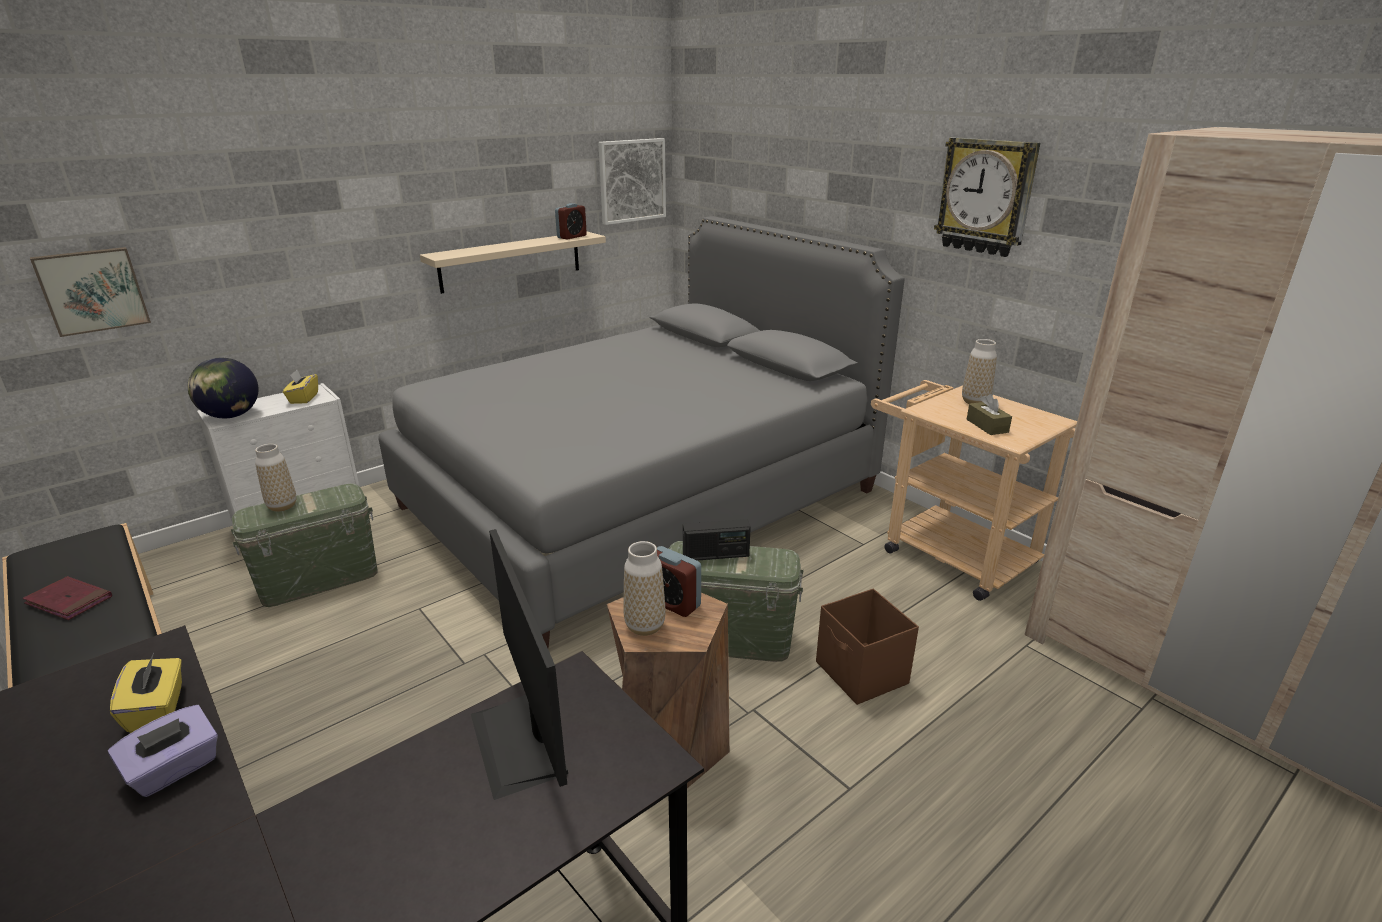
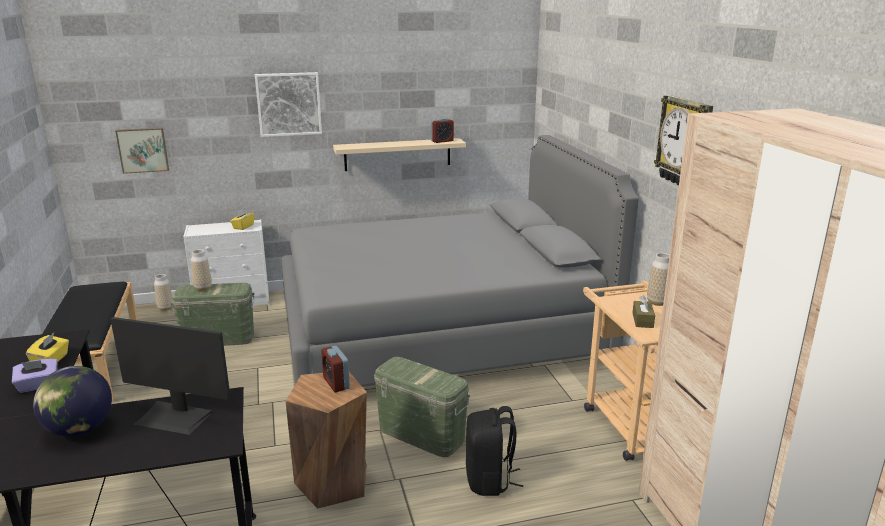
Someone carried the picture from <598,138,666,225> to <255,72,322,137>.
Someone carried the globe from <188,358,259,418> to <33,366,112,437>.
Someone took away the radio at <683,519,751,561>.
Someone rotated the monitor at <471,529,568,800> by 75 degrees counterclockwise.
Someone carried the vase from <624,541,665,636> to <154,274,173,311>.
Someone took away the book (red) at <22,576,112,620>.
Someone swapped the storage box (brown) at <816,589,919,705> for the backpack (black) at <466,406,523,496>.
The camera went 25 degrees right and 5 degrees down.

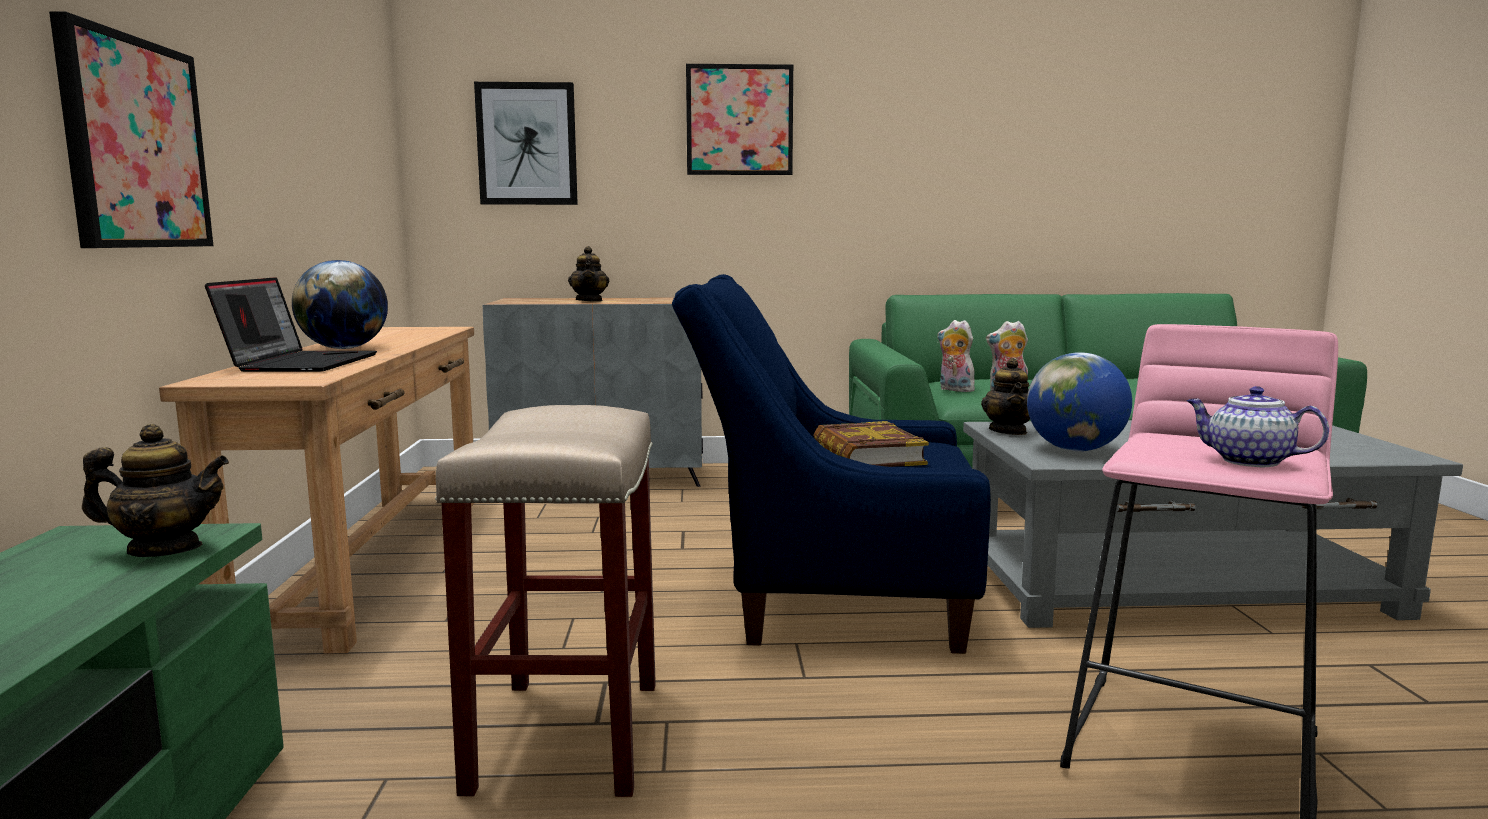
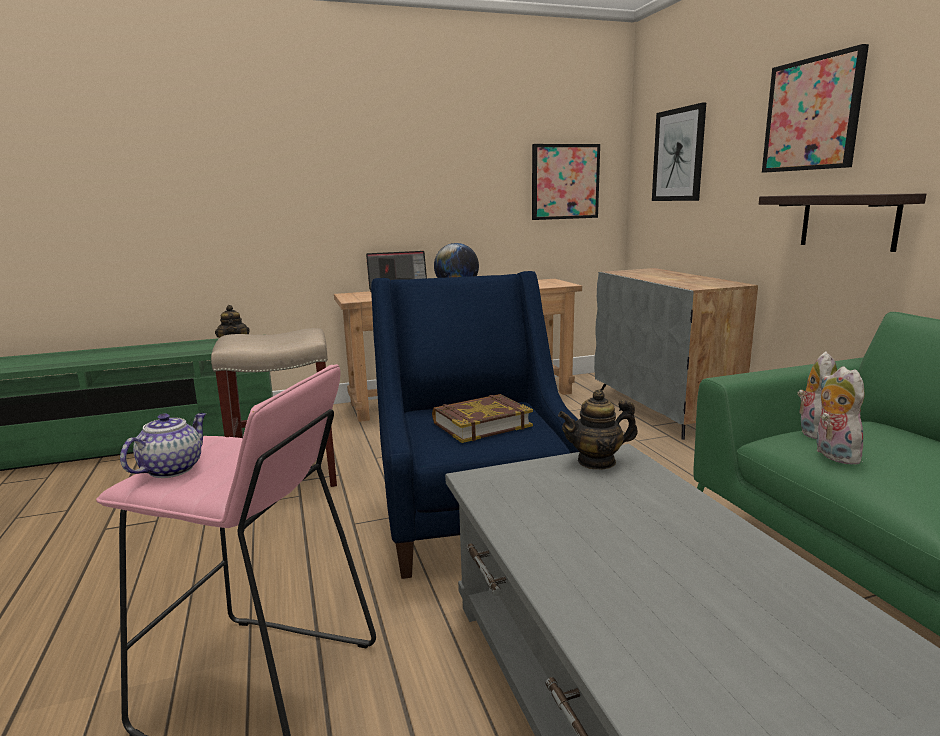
Someone carried the picture from <49,11,213,248> to <532,144,600,220>.
Someone took away the teapot at <568,246,609,302>.
Someone took away the globe at <1027,352,1132,451>.
Someone put up the shelf at <759,193,926,252>.
The camera went 75 degrees right and 5 degrees up.

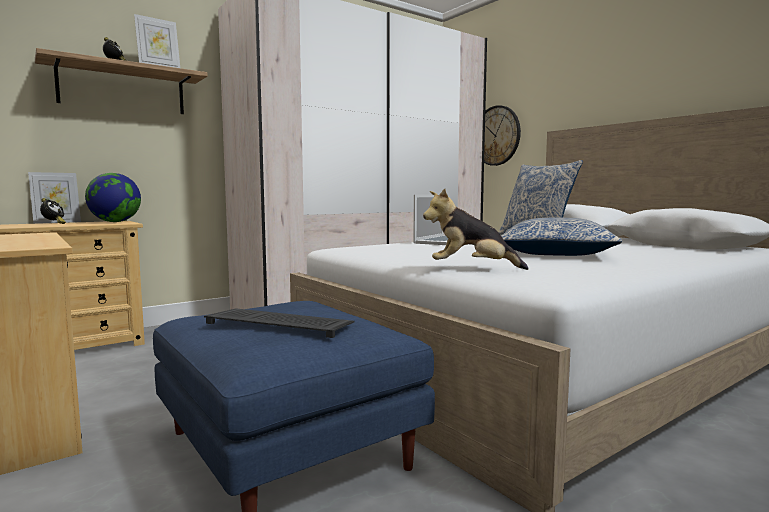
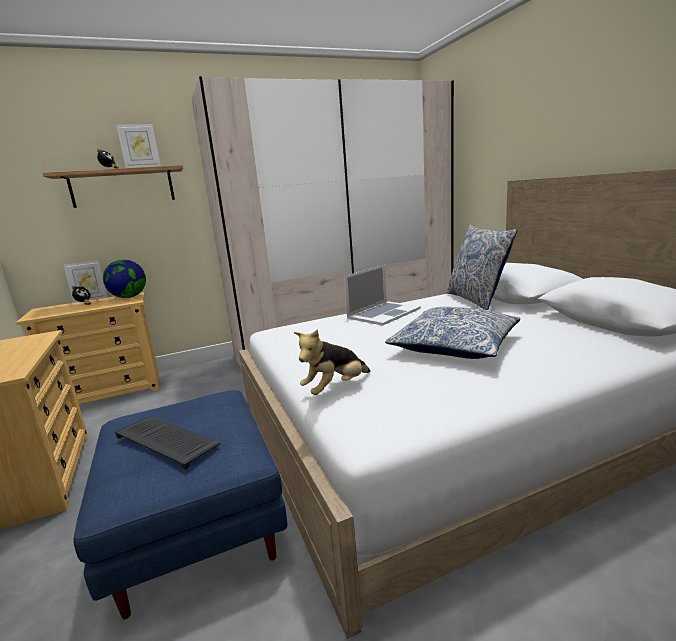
Someone took away the wall clock at <484,105,521,166>.
Someone rotated the plush toy at <423,189,529,270> by 60 degrees counterclockwise.
The camera went 15 degrees right and 10 degrees up.

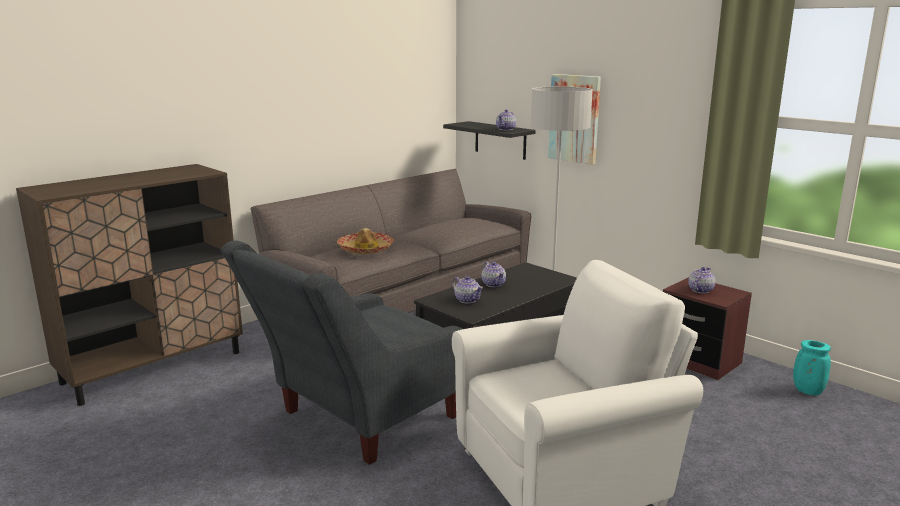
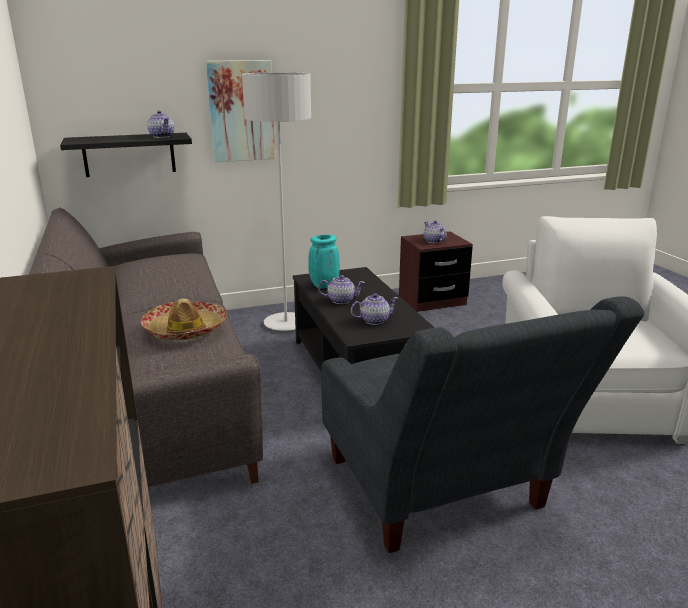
Someone carried the vase (turquoise) from <793,340,831,396> to <308,234,340,289>.
The camera went 65 degrees left and 5 degrees up.

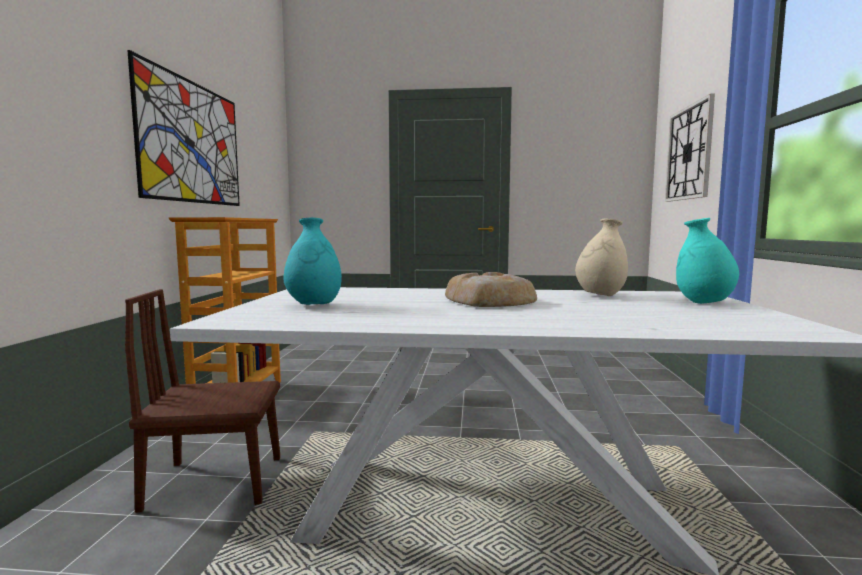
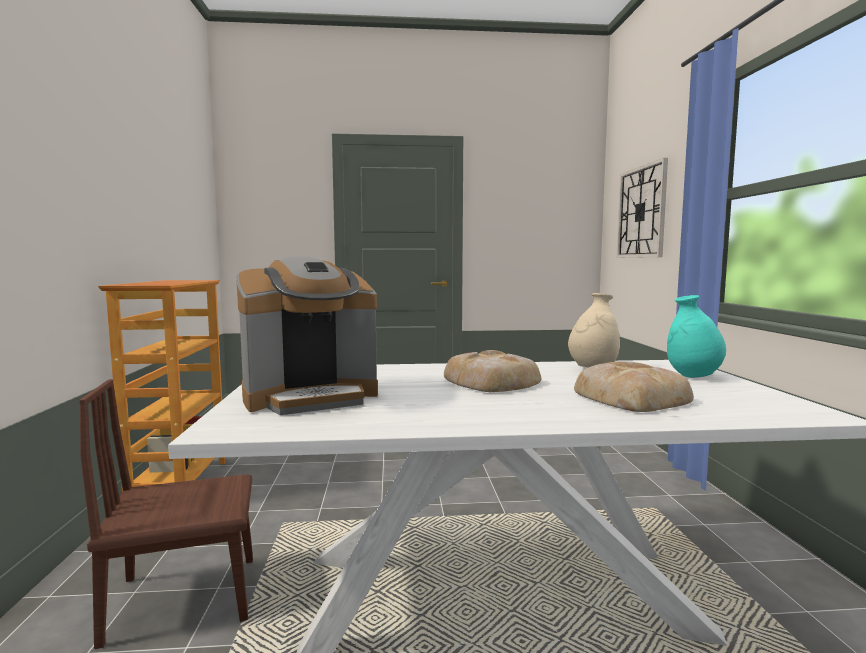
Someone took away the picture at <127,50,240,206>.
Someone swapped the vase (turquoise) at <283,217,342,305> for the coffee machine at <236,257,378,415>.
Someone put down the bread at <574,361,694,412>.
The camera went 10 degrees left and 0 degrees up.

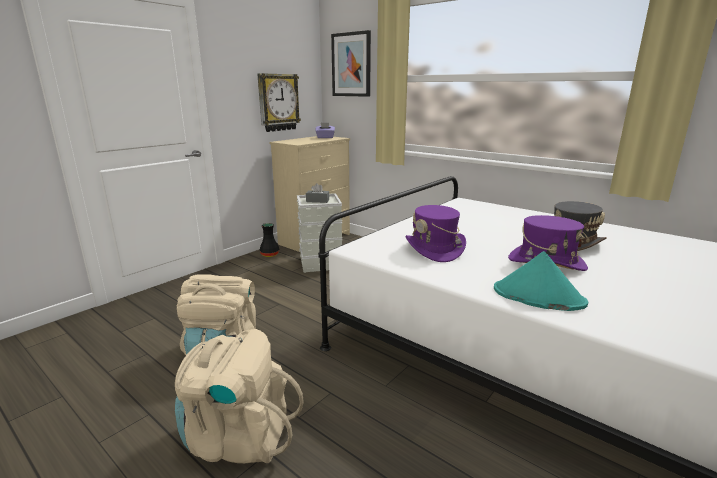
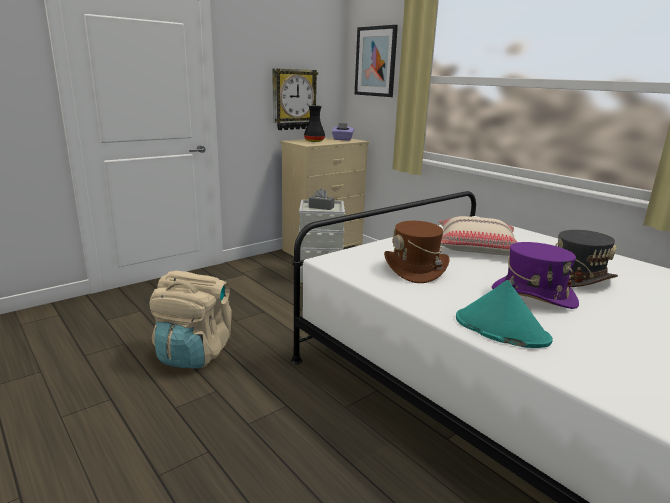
Someone repainted the hat (purple) at <405,205,466,262>, which became the hat (brown) at <384,221,450,283>.
Someone carried the vase (black) from <260,223,279,257> to <304,105,325,142>.
Someone took away the backpack (beige) at <175,329,304,463>.
Someone put down the pillow (beige) at <439,216,518,256>.
The camera went 10 degrees right and 0 degrees up.

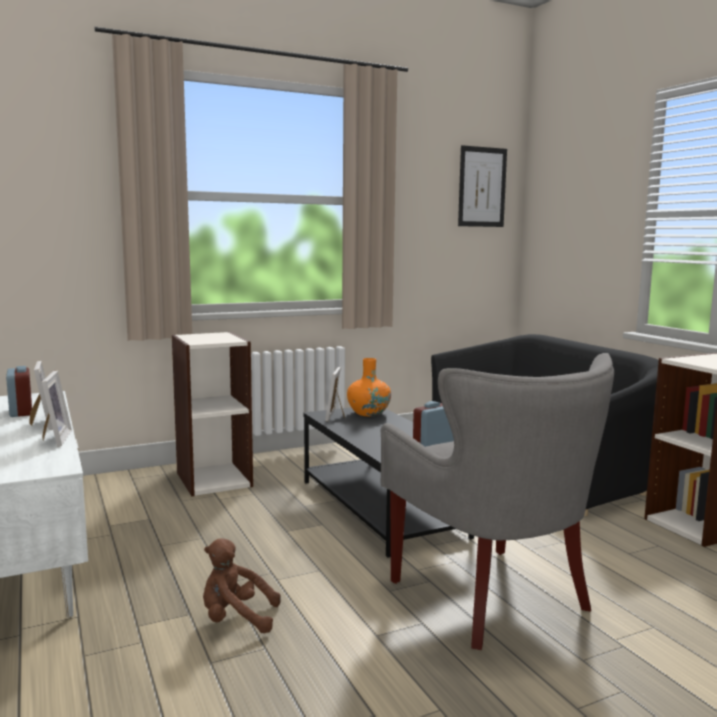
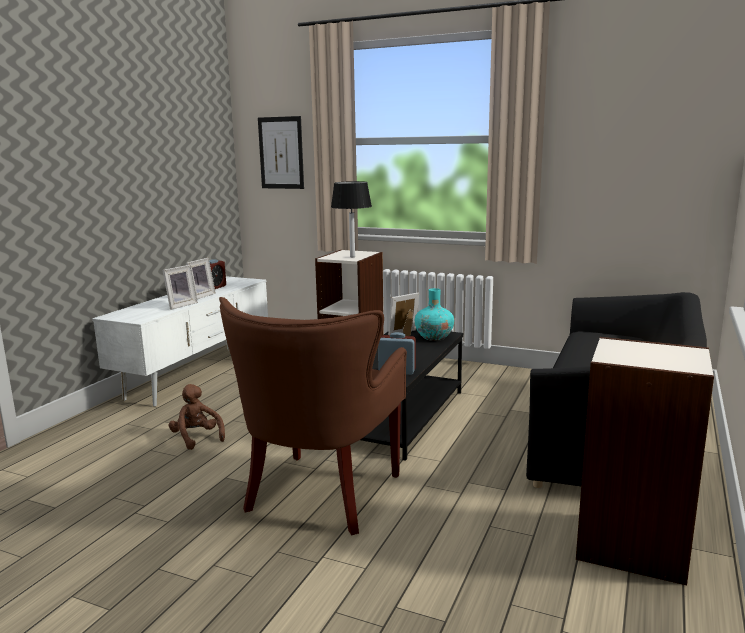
Someone carried the picture from <458,145,507,227> to <258,116,304,189>.
Someone repainted the armchair (grey) at <381,353,614,650>, which became the armchair (brown) at <219,297,407,535>.
Someone repainted the vase (orange) at <347,358,391,416>, which became the vase (turquoise) at <415,288,454,341>.
Someone put down the table lamp (black) at <331,181,372,257>.
The camera went 50 degrees right and 5 degrees up.

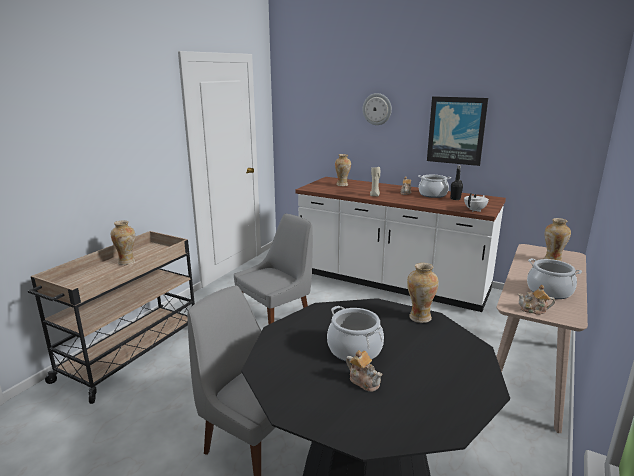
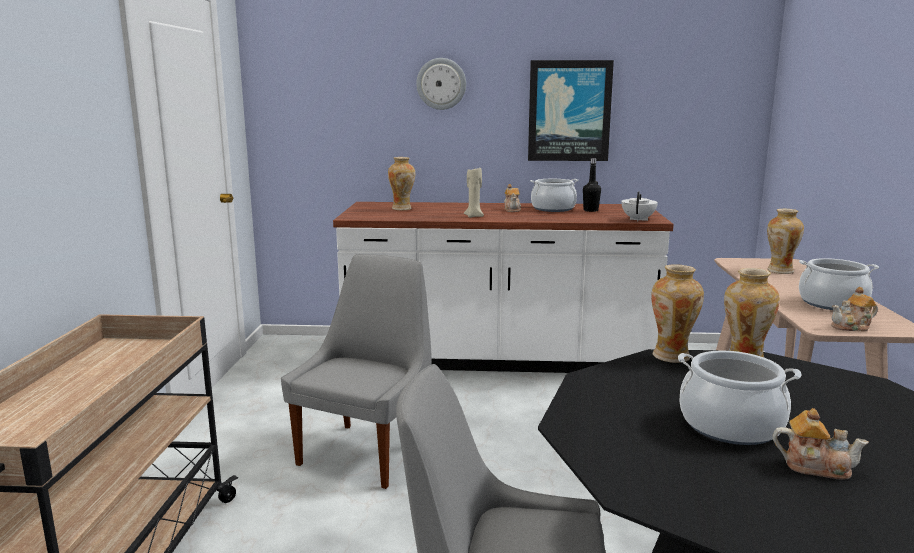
Someone carried the vase from <111,220,135,265> to <651,264,704,363>.
The camera went 25 degrees left and 5 degrees down.

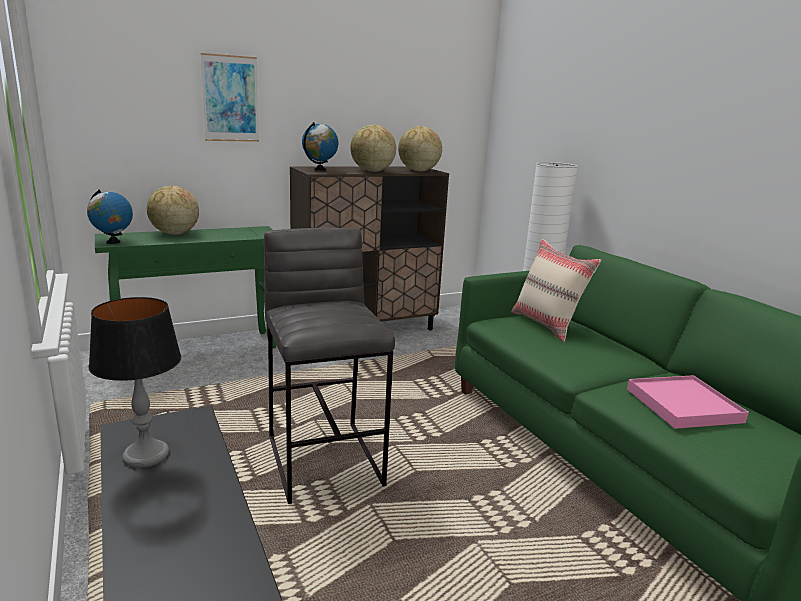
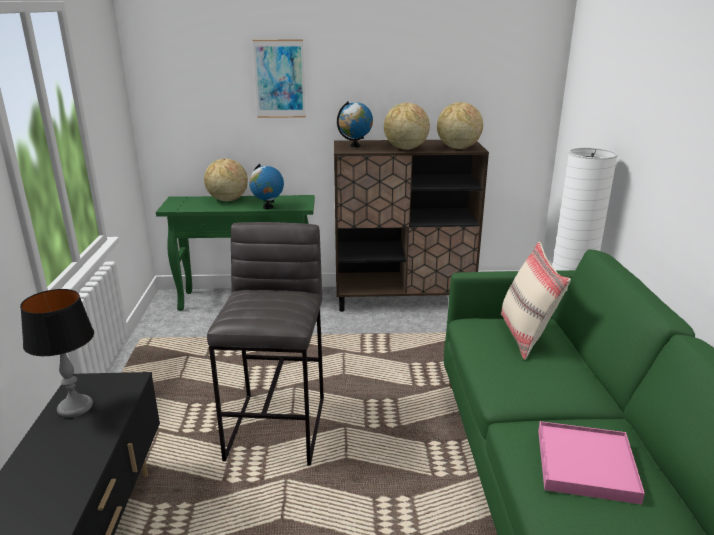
Someone carried the globe from <87,189,133,244> to <249,164,284,209>.
The camera went 25 degrees right and 5 degrees up.

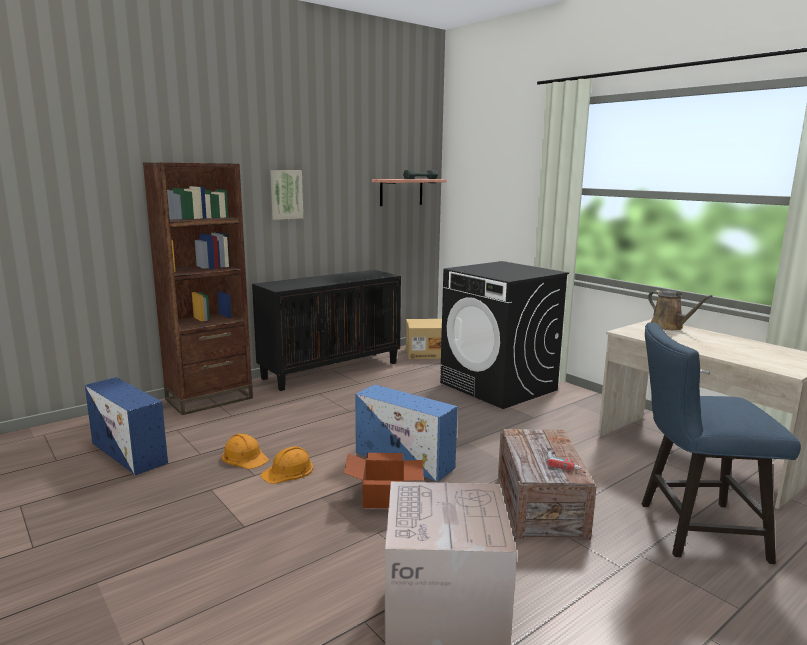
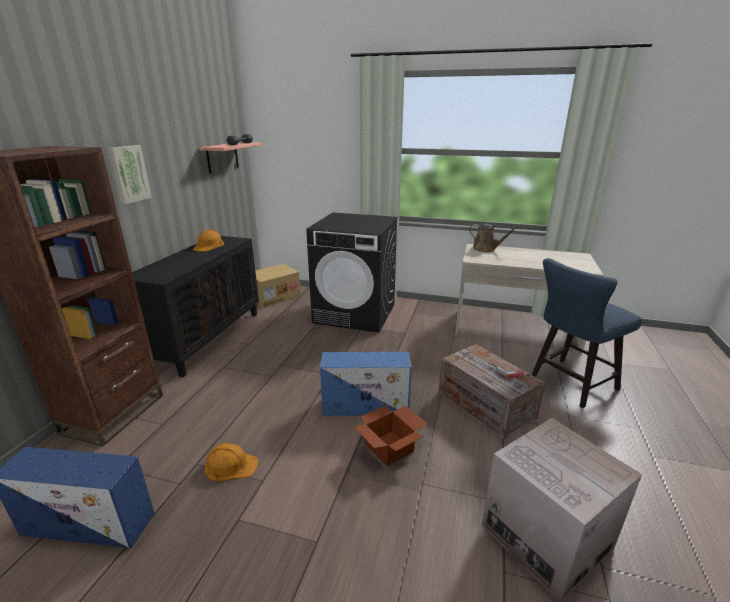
Someone carried the hard hat (orange) from <260,446,313,484> to <193,229,224,251>.
The camera went 35 degrees left and 10 degrees up.

